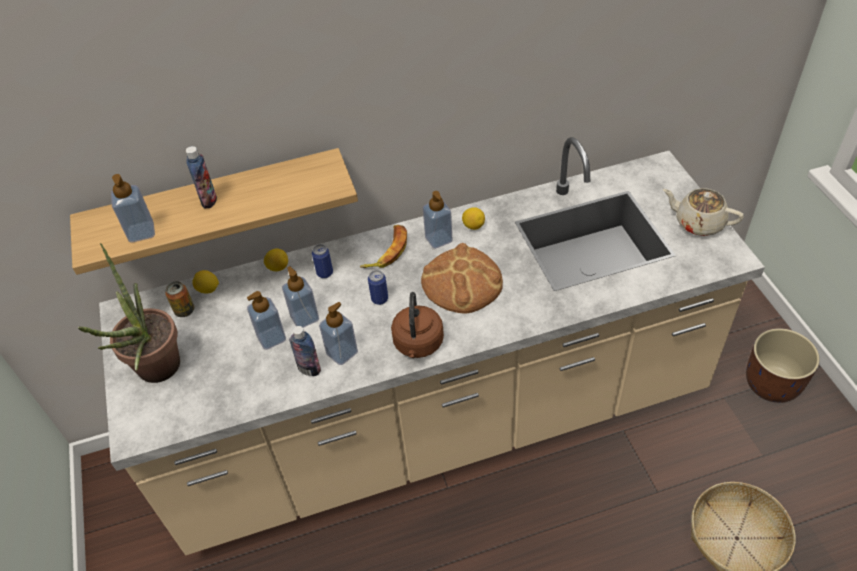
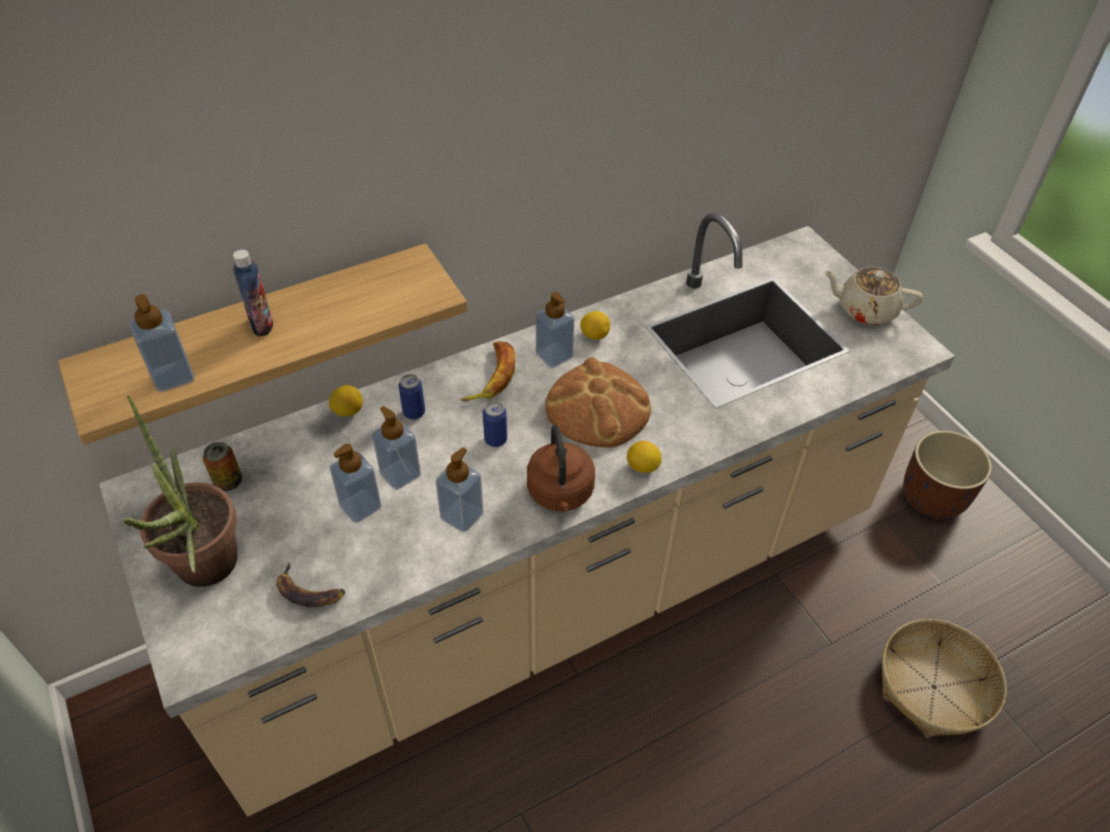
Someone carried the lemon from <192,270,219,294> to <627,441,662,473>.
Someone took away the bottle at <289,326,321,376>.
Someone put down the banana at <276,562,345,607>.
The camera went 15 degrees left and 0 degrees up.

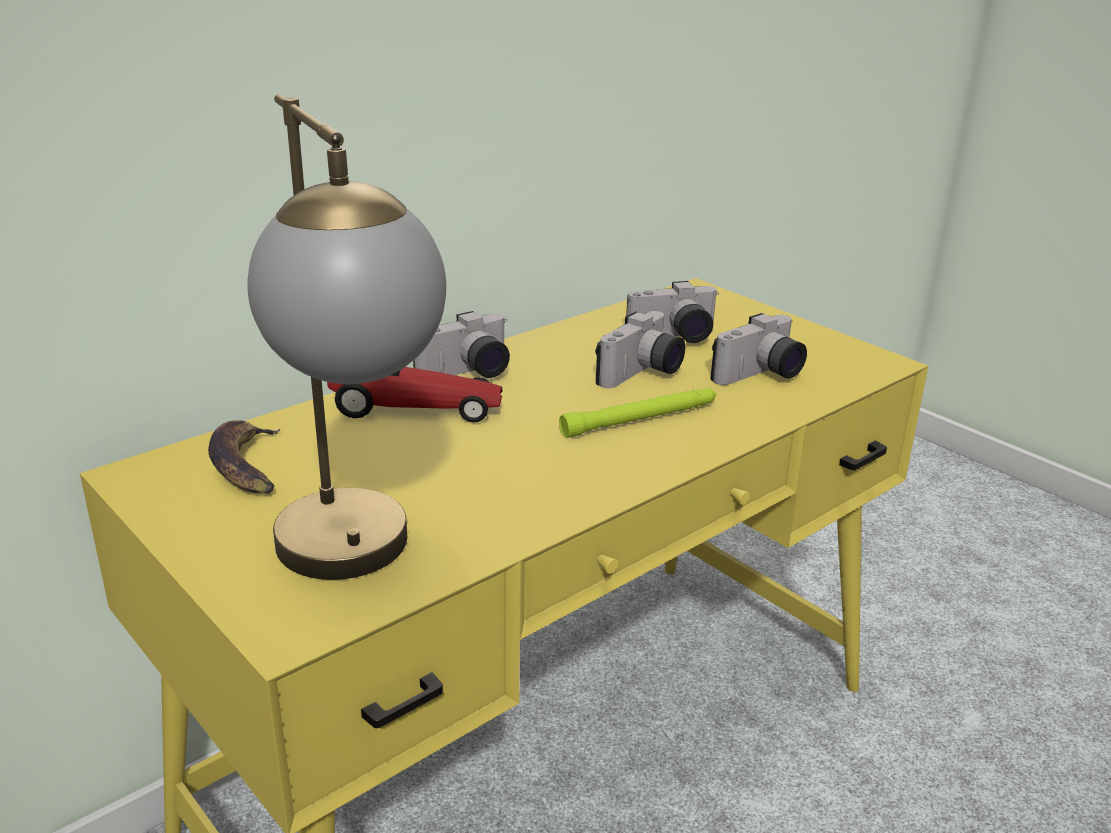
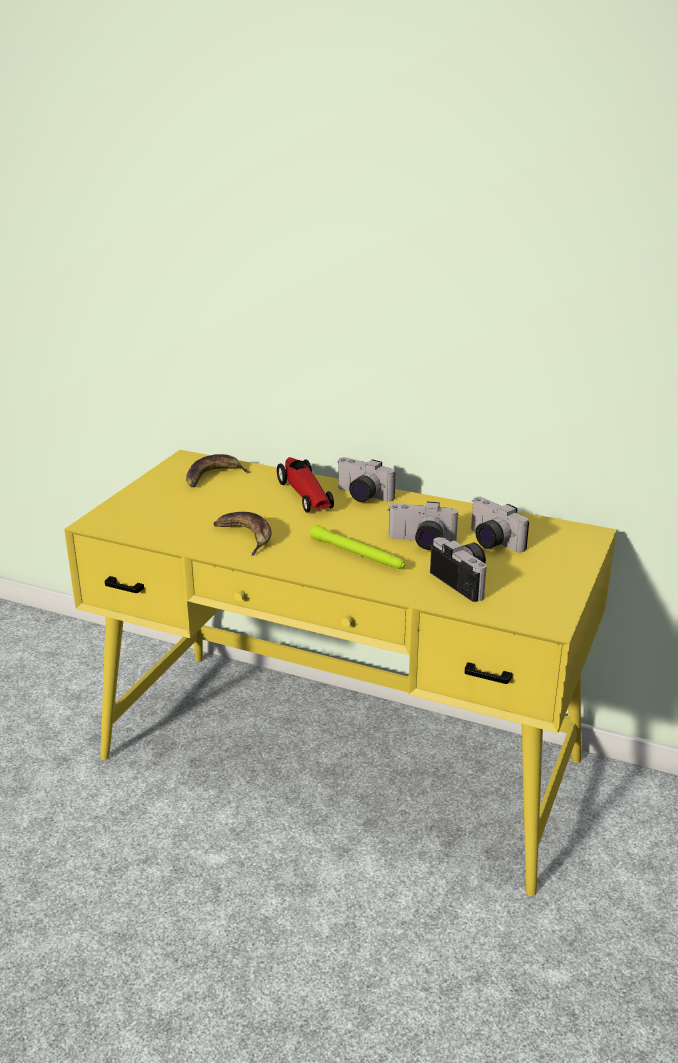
Someone took away the table lamp at <247,94,446,580>.
Someone rotated the photo camera at <711,313,807,385> by 150 degrees counterclockwise.
Someone put down the banana at <213,512,272,556>.
The camera went 65 degrees right and 0 degrees up.

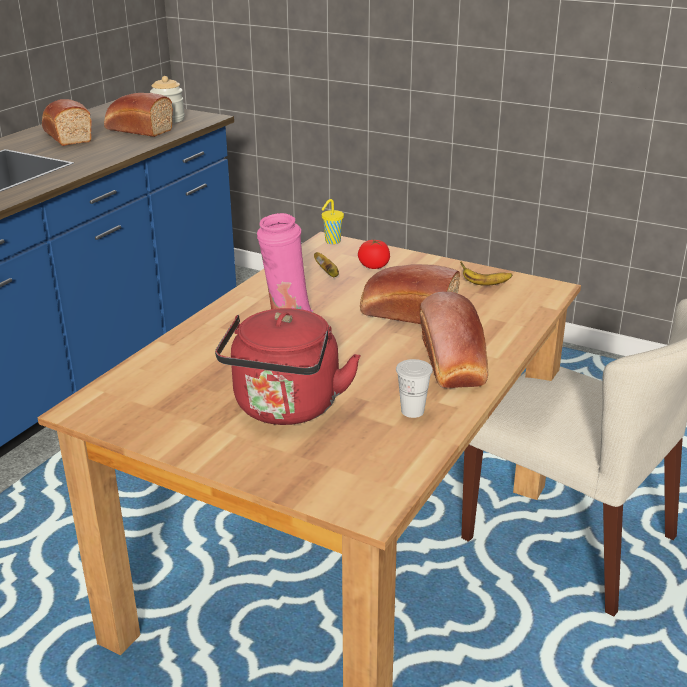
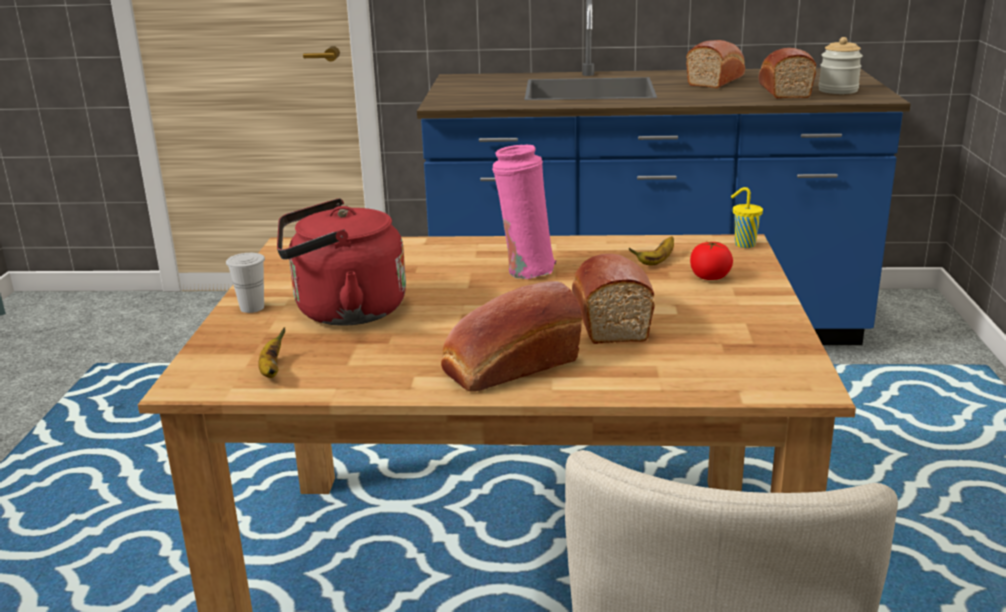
Someone carried the banana from <460,261,512,286> to <258,327,285,378>.
Someone carried the cup (white) from <396,359,433,418> to <226,253,265,313>.
The camera went 65 degrees right and 5 degrees down.

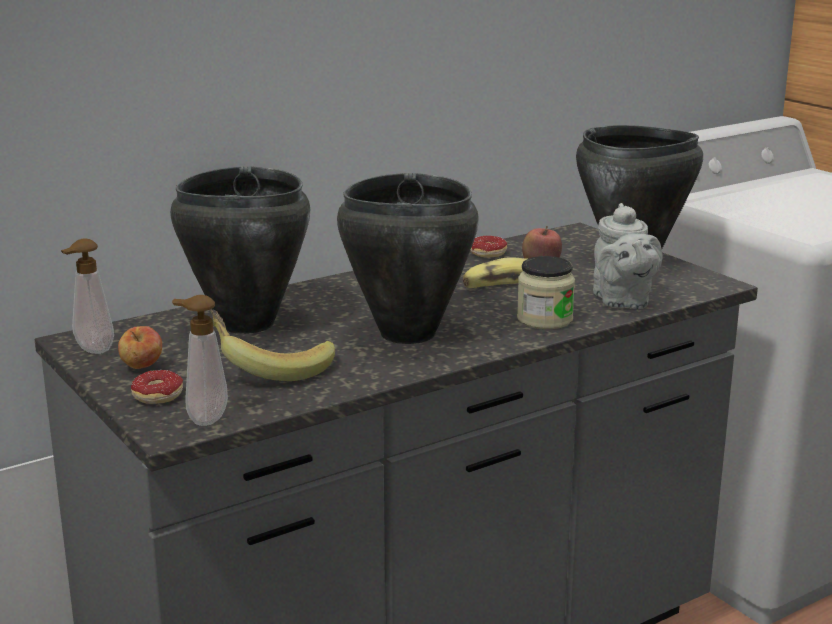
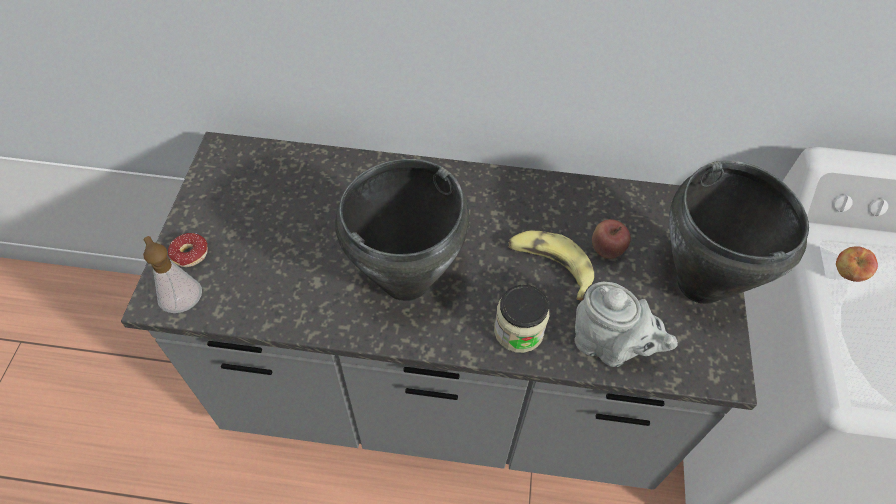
Someone took away the cooking pot (black) at <170,166,310,334>.
Someone rotated the teapot (grey) at <593,203,662,309> by 90 degrees counterclockwise.
Someone took away the donut at <470,235,507,258>.
Someone took away the soap dispenser at <61,238,114,354>.
Someone took away the banana at <211,310,335,381>.
Someone carried the apple from <118,326,162,369> to <836,246,878,282>.
The camera went 40 degrees right and 35 degrees up.

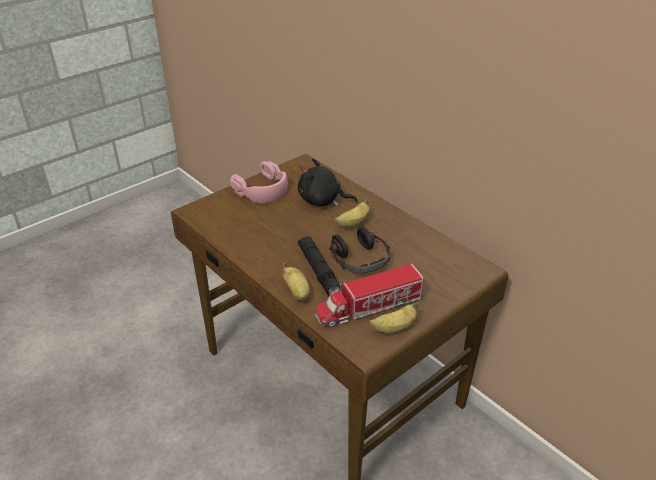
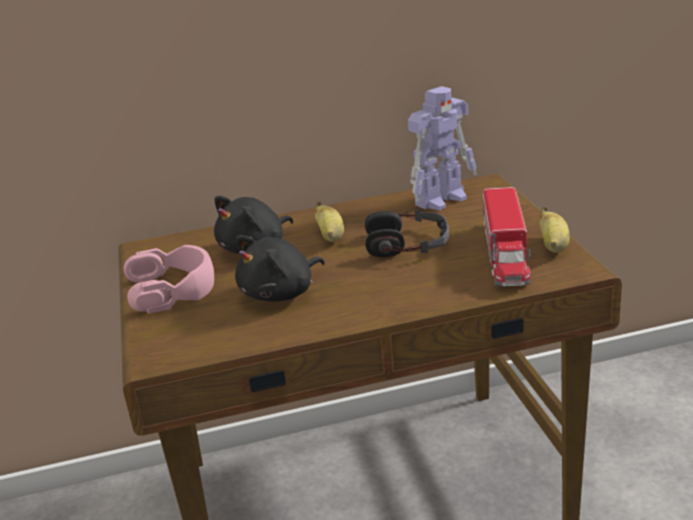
Someone took away the flashlight (black) at <298,236,342,296>.
Someone took away the banana at <282,263,310,301>.
Someone put down the toy robot at <408,86,477,210>.
Someone put down the plush toy (black) at <235,235,325,302>.
The camera went 60 degrees left and 10 degrees down.

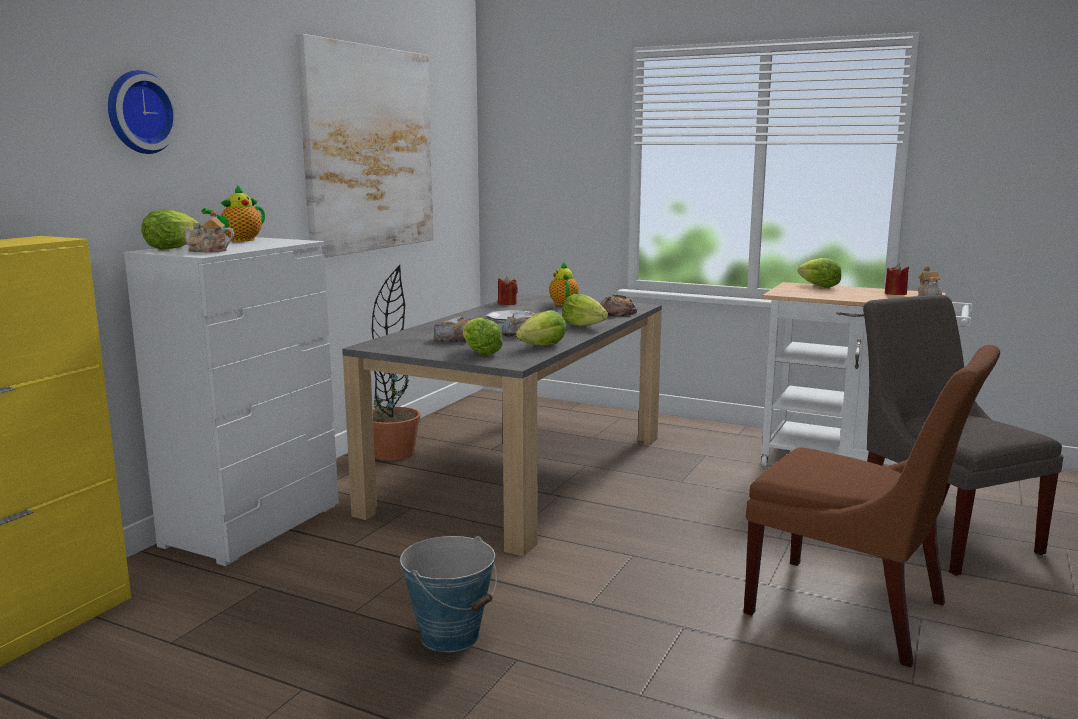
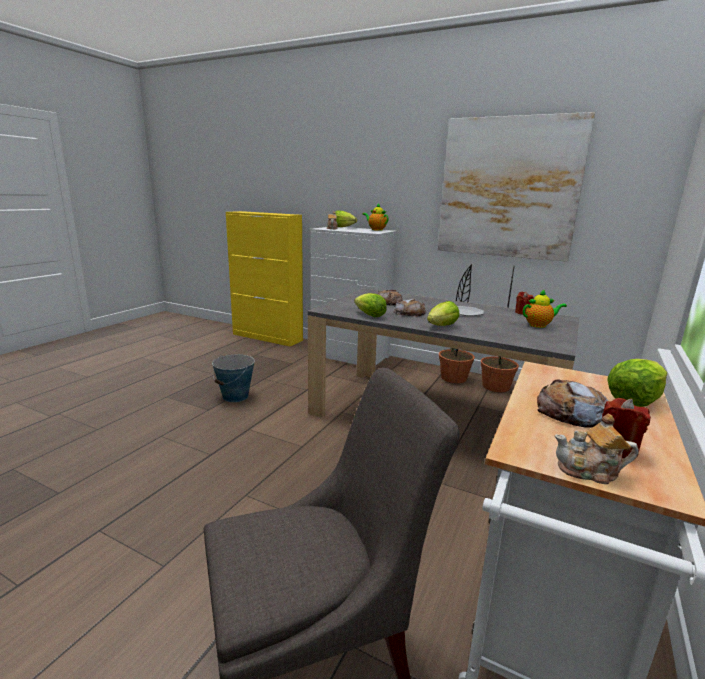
Someone took away the wall clock at <108,70,179,154>.
Someone carried the bread from <600,294,637,316> to <537,379,608,428>.
Someone took away the lettuce at <463,317,503,356>.
Someone took away the chair (brown) at <744,345,1000,667>.
Someone put down the potted plant at <481,266,519,392>.
The camera went 90 degrees right and 5 degrees up.

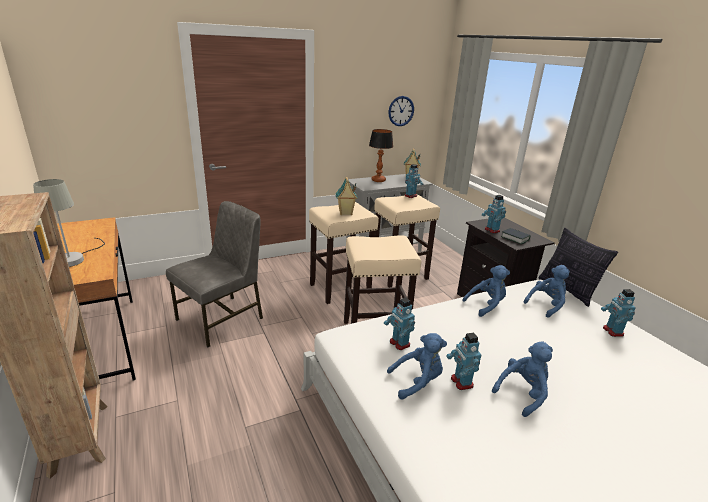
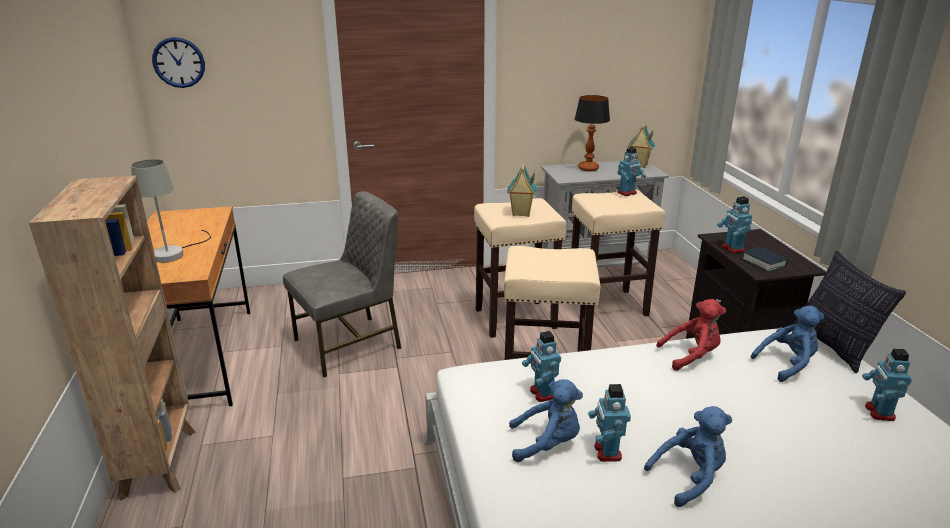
Someone carried the wall clock from <388,96,414,126> to <152,37,205,88>.
Someone repainted the plush toy (blue) at <462,265,510,317>, which became the plush toy (red) at <656,299,726,371>.
The camera went 15 degrees right and 0 degrees up.

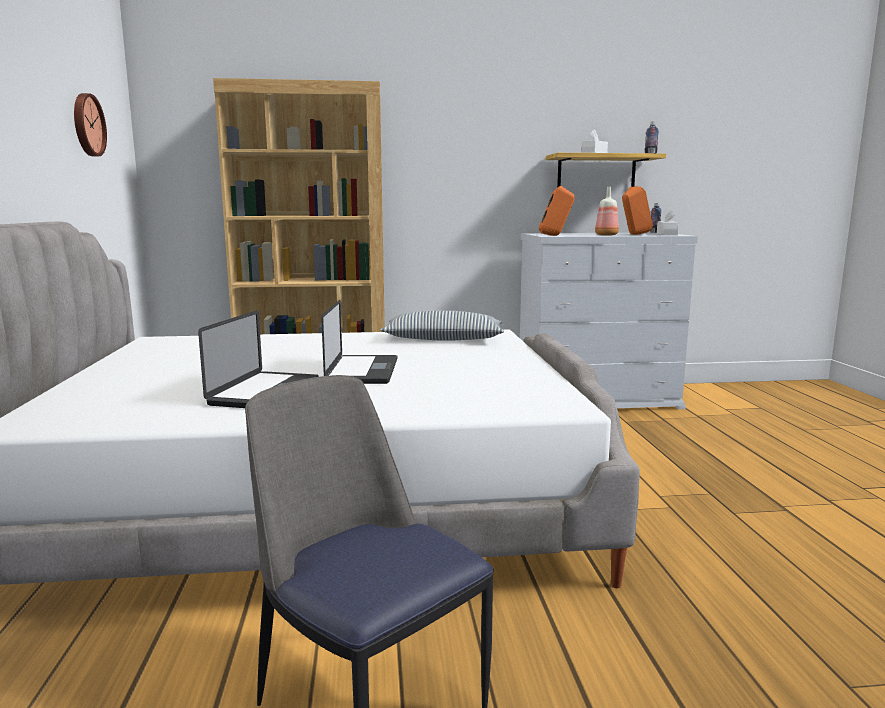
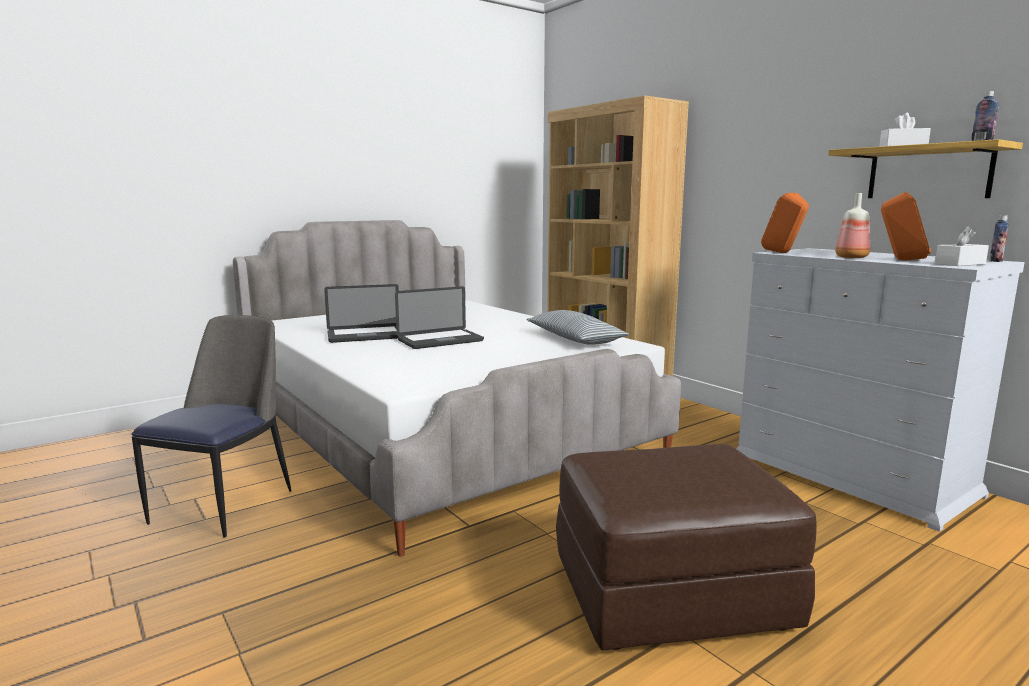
Someone took away the wall clock at <74,93,107,156>.
Someone put down the ottoman (brown) at <556,444,817,650>.
The camera went 60 degrees right and 0 degrees up.

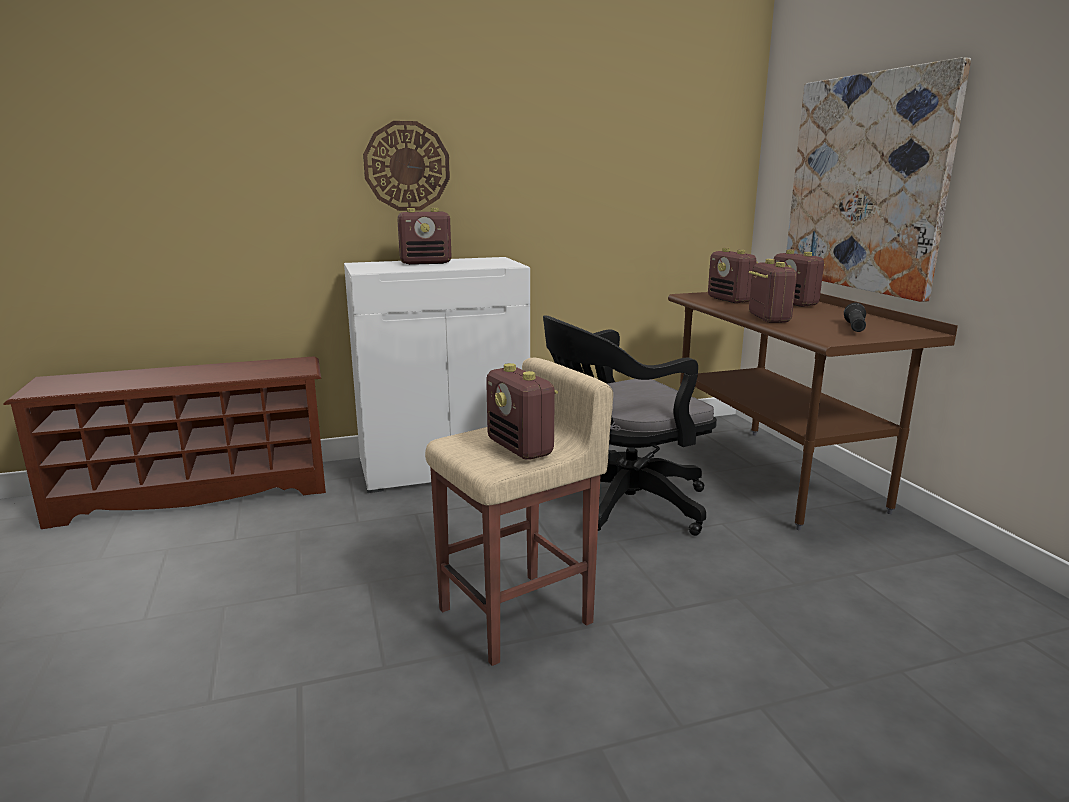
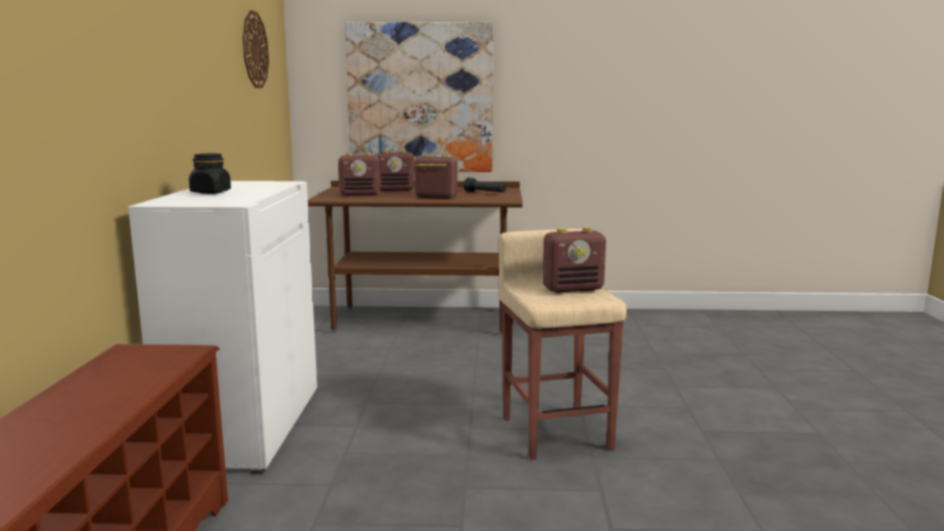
Someone carried the wall clock from <363,121,450,211> to <243,10,269,88>.
Someone swapped the radio at <397,208,452,265> for the jar (black) at <189,153,231,194>.
Someone took away the office chair (black) at <543,316,717,536>.
The camera went 70 degrees left and 5 degrees down.

